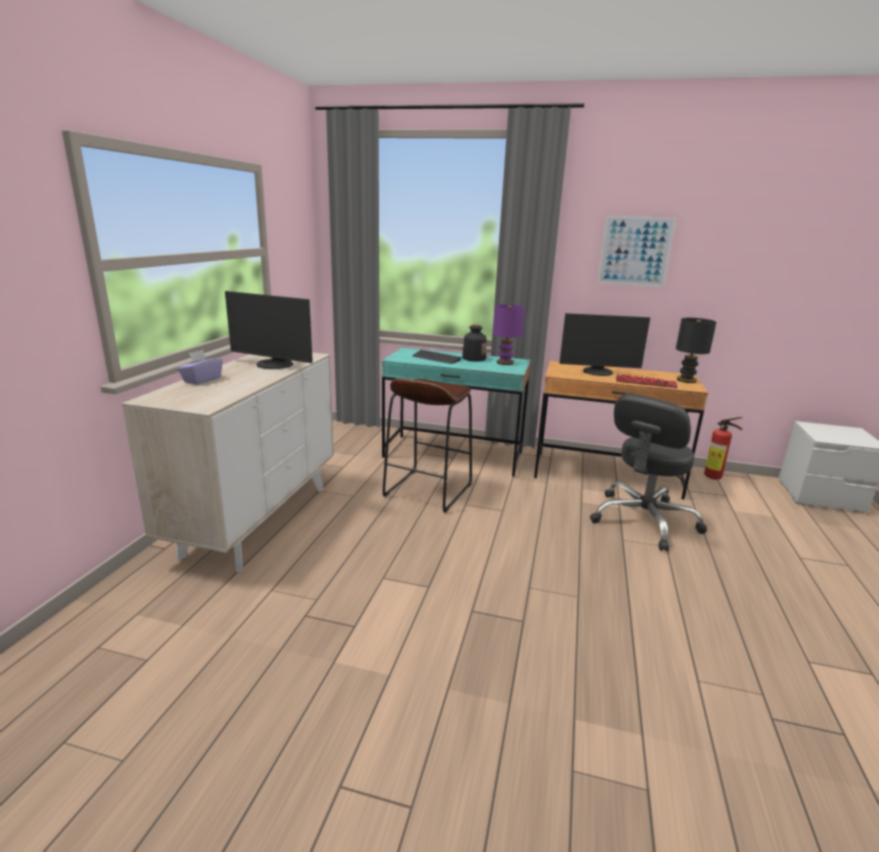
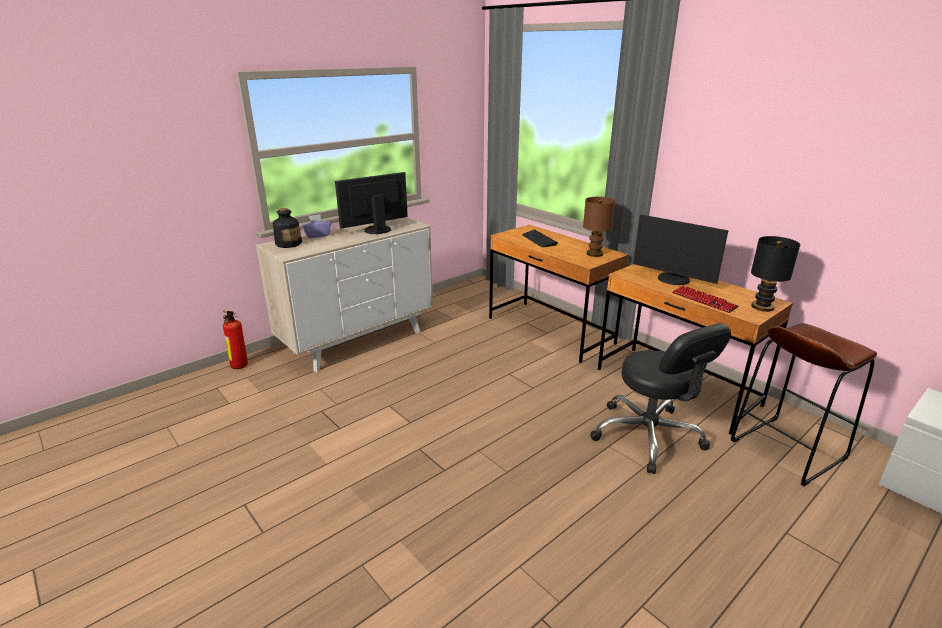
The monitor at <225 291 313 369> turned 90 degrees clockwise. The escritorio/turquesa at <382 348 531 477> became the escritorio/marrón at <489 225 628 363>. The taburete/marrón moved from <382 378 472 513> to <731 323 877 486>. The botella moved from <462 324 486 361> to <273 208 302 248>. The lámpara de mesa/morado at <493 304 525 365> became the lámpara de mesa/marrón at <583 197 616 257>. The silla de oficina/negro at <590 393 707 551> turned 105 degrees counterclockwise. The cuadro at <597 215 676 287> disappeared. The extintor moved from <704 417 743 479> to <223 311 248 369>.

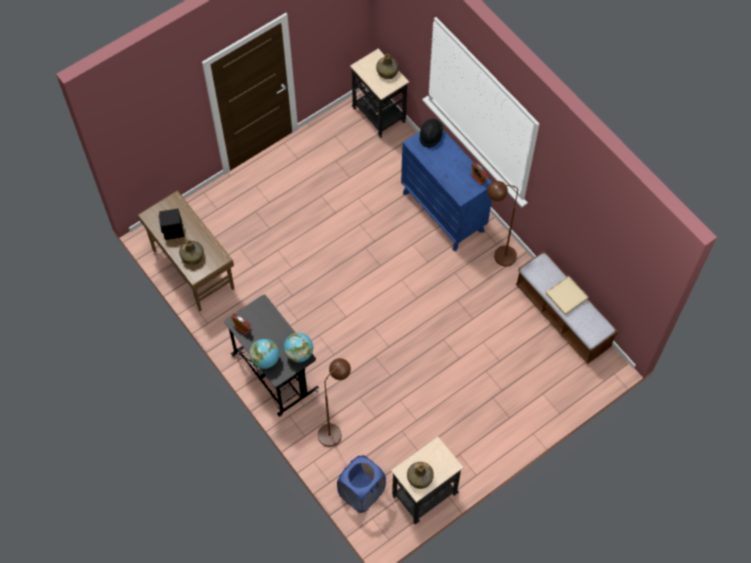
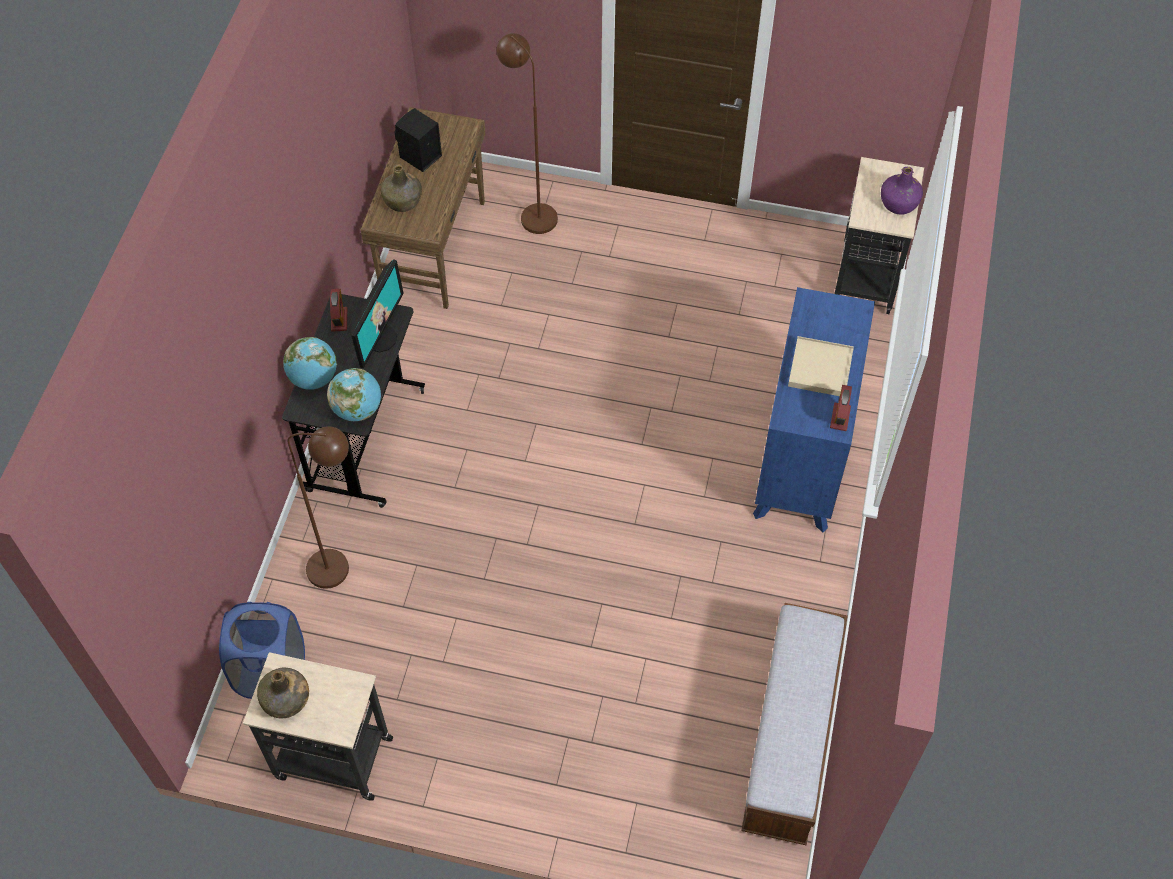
The botella/verde at <376 54 399 79> became the botella/morado at <881 167 923 215>. The sombrero/negro at <419 118 444 148> disappeared. The lámpara de pie/marrón moved from <487 181 518 266> to <497 33 558 234>. The bandeja/beis moved from <545 276 588 315> to <788 336 854 396>. The monitor at <350 259 404 369> appeared.

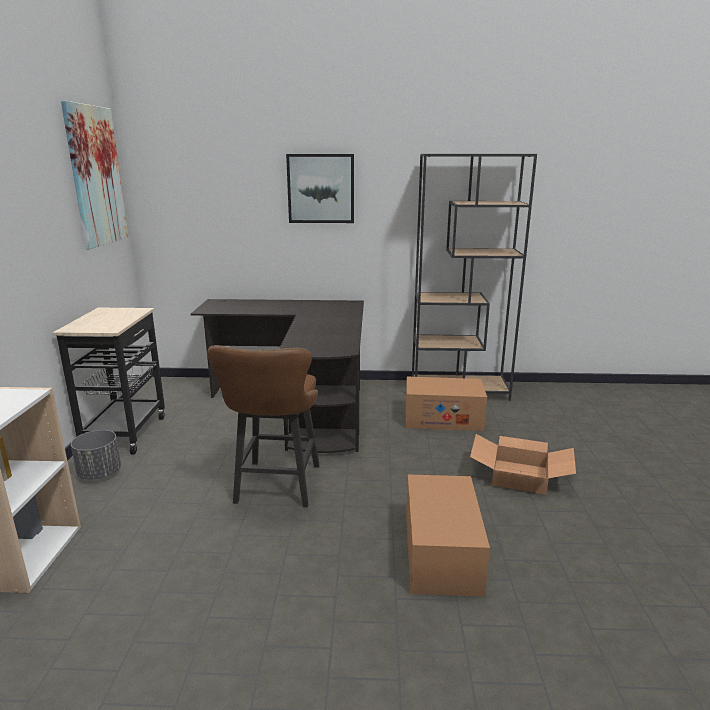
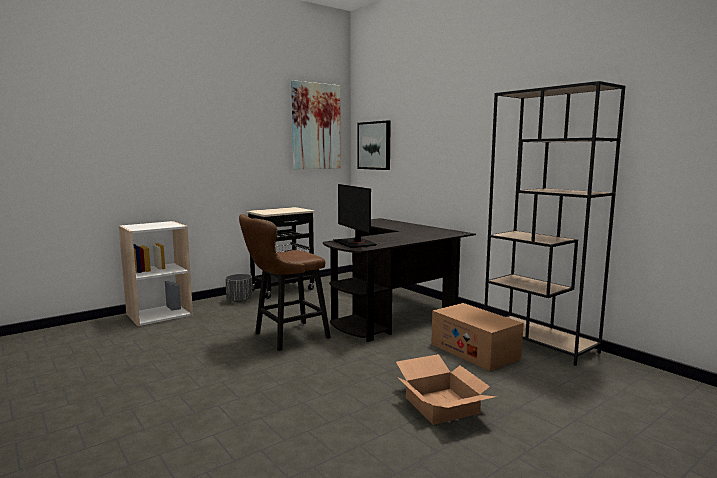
The cuadro moved from <286 154 354 223> to <358 120 391 170>. The caja de cartón at <406 475 490 597> disappeared. The monitor at <333 184 377 248> appeared.

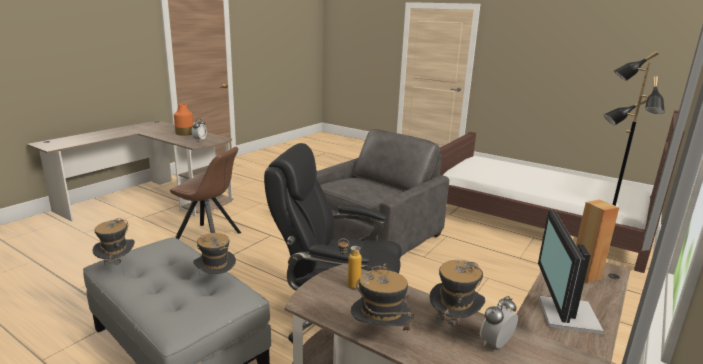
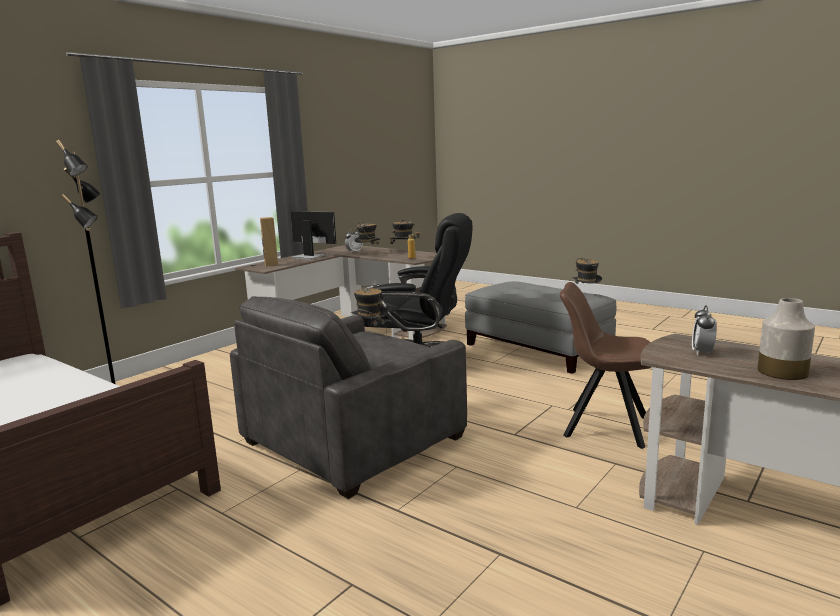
The florero/naranja at <174 104 193 136> became the florero/beis at <757 298 815 380>. The sombrero moved from <193 233 236 274> to <351 284 388 335>. The monitor at <538 210 604 334> turned 75 degrees counterclockwise.

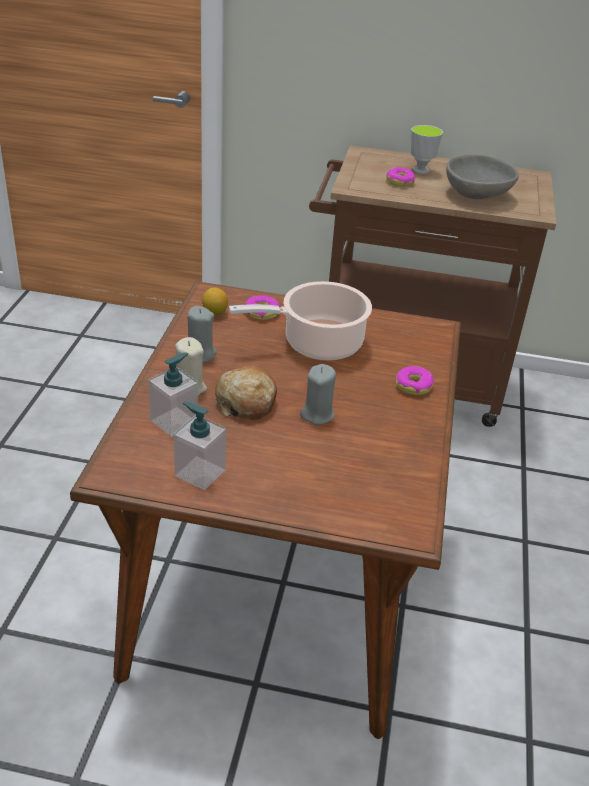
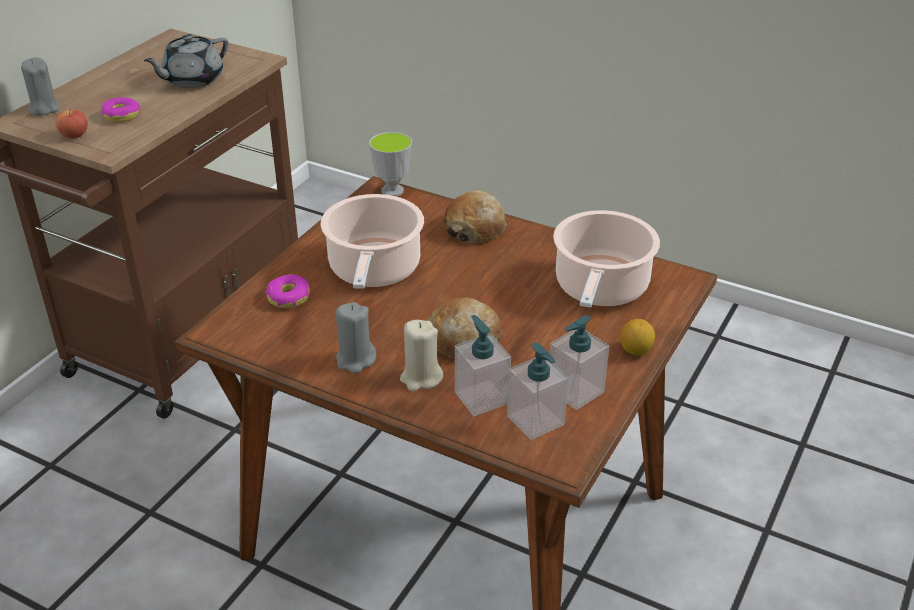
The limón moved from <202 287 228 315> to <620 319 655 356>. The vela/gris moved from <300 364 336 425> to <21 58 59 116>. The rosquilla at <396 366 434 395> was replaced by the pan at <443 189 507 243>. The taza moved from <411 125 443 174> to <369 132 412 196>. The cuenco/gris at <446 154 519 199> was replaced by the tetera/gris at <143 34 229 88>. The manzana at <55 108 88 139> appeared. The dispensador de jabón at <507 343 569 440> appeared. The olla at <553 210 660 308> appeared.

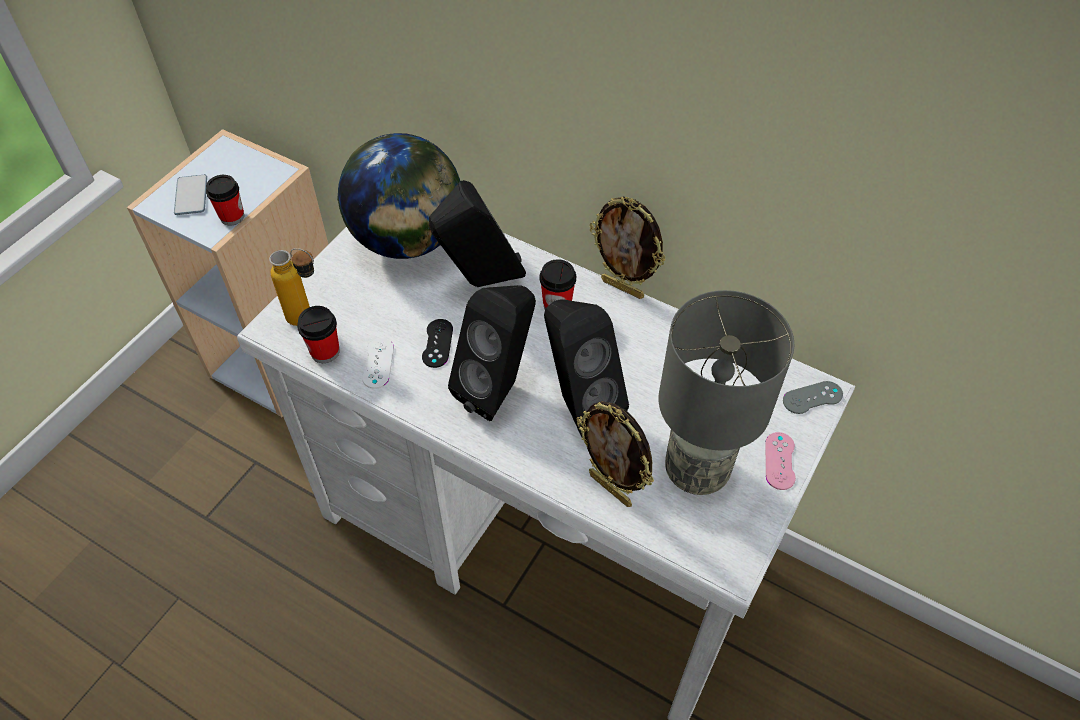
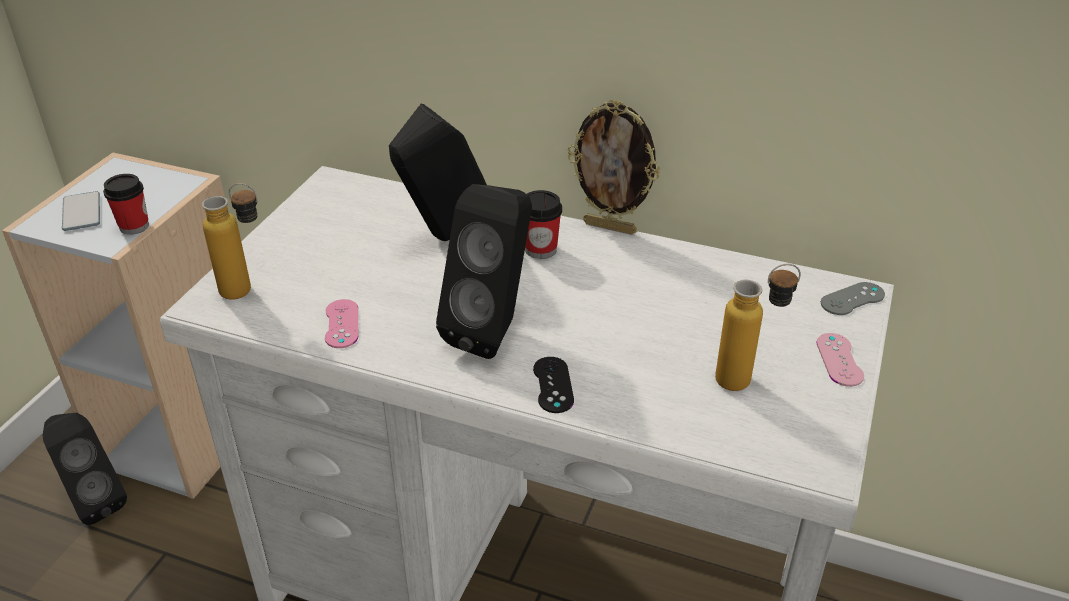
The taza at <297 306 340 363> disappeared. The globo terráqueo at <337 133 460 259> disappeared. The mando de consola/blanco at <362 338 394 389> became the mando de consola/rosa at <325 299 358 348>. The mando de consola/negro moved from <422 319 453 368> to <533 357 574 413>. The altavoz/negro moved from <544 299 629 437> to <42 413 127 525>. The portarretratos at <577 401 654 507> disappeared. The lámpara de mesa/gris at <658 290 795 495> was replaced by the botella at <715 264 801 391>.

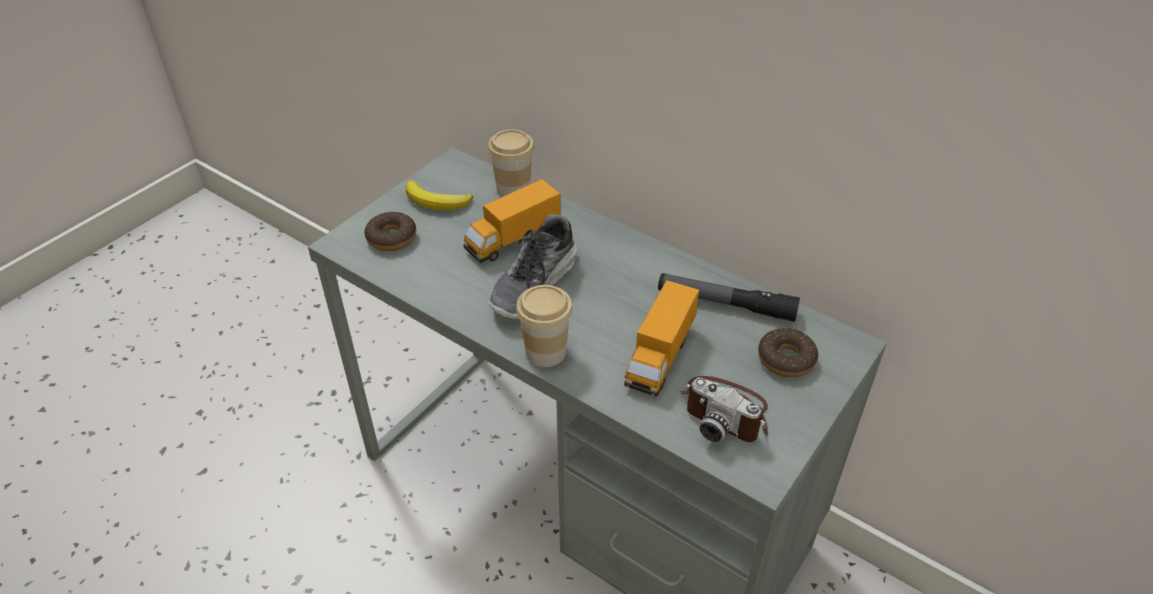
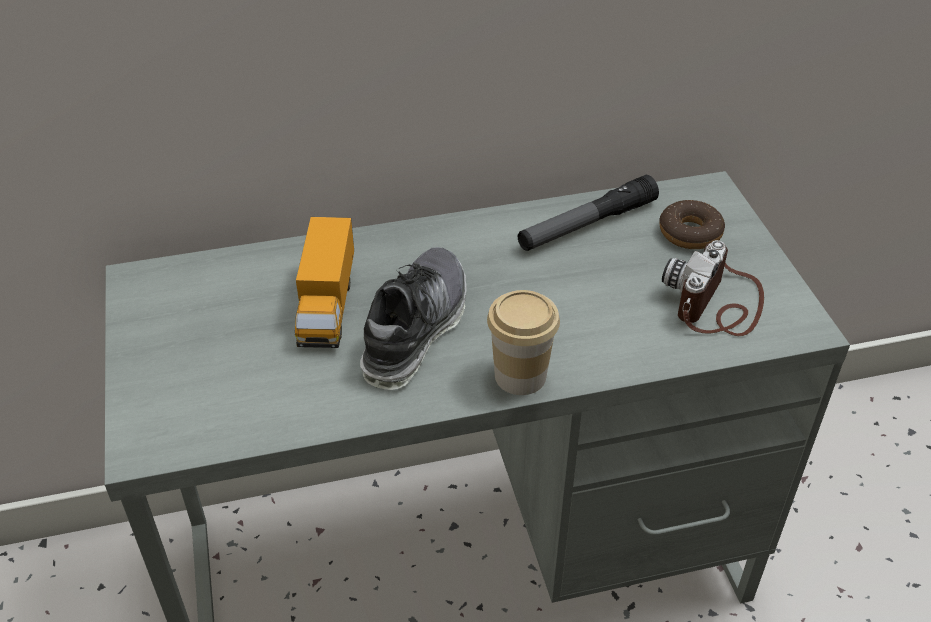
The rosquilla at <365 212 416 251> disappeared. The plátano at <405 180 473 210> disappeared. The taza at <488 129 534 197> disappeared. The zapato at <489 214 577 319> turned 135 degrees counterclockwise. The camión de juguete at <624 280 699 397> disappeared. The cámara at <681 376 768 442> turned 135 degrees clockwise.

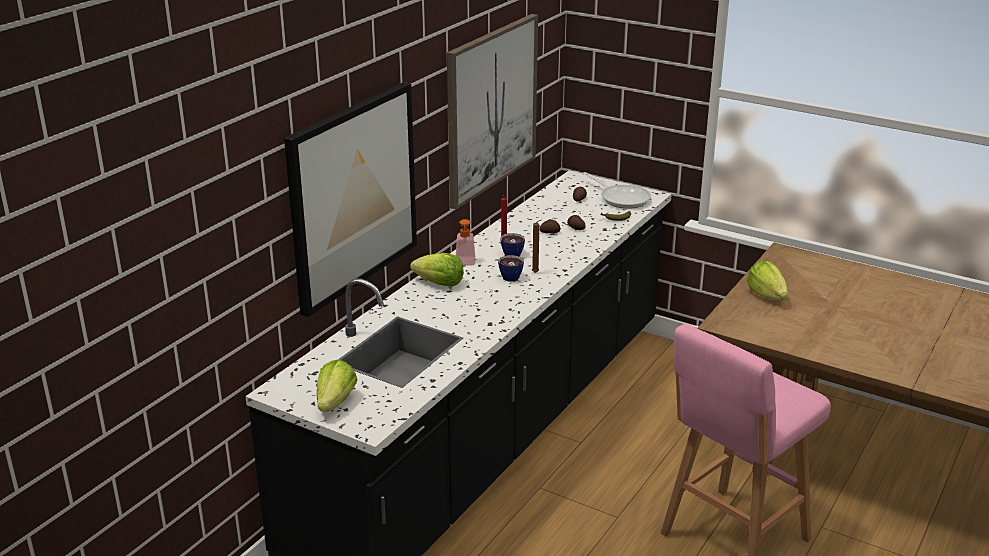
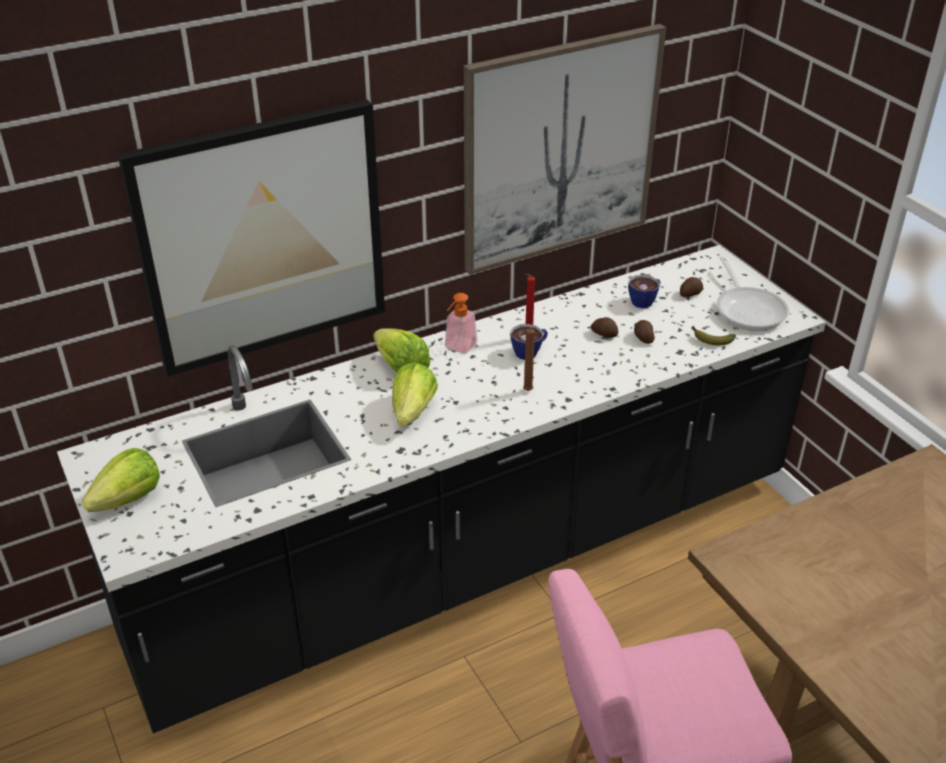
The taza moved from <498 255 524 282> to <628 275 661 308>. The lechuga moved from <747 261 788 300> to <392 362 438 426>.

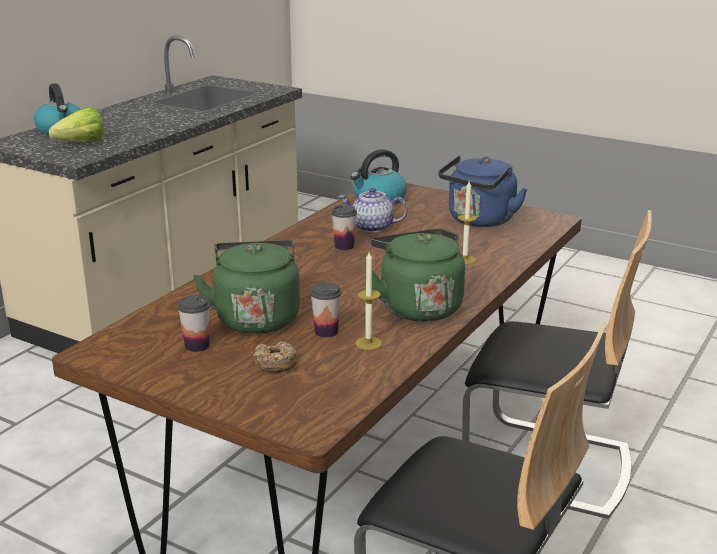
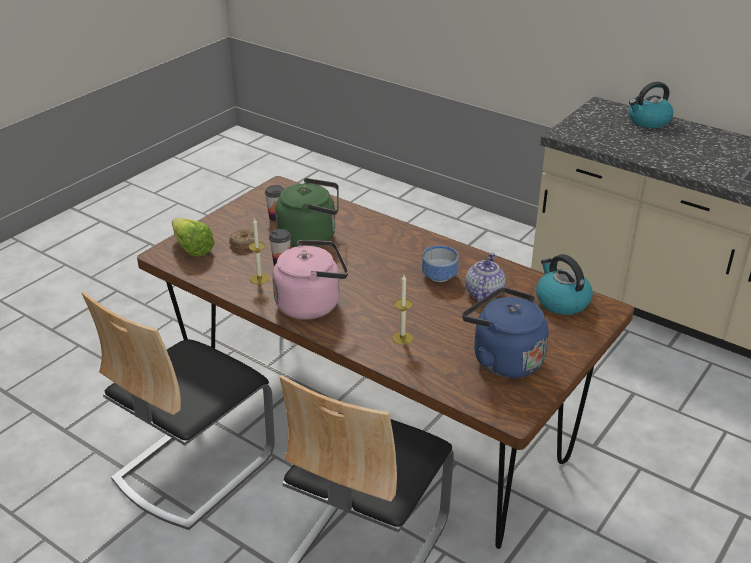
The lechuga moved from <49 107 104 141> to <172 218 215 257>. The taza at <331 205 357 250> was replaced by the cuenco at <422 246 458 282>. The hervidor/verde at <371 228 465 322> became the hervidor/rosa at <273 240 348 320>.

